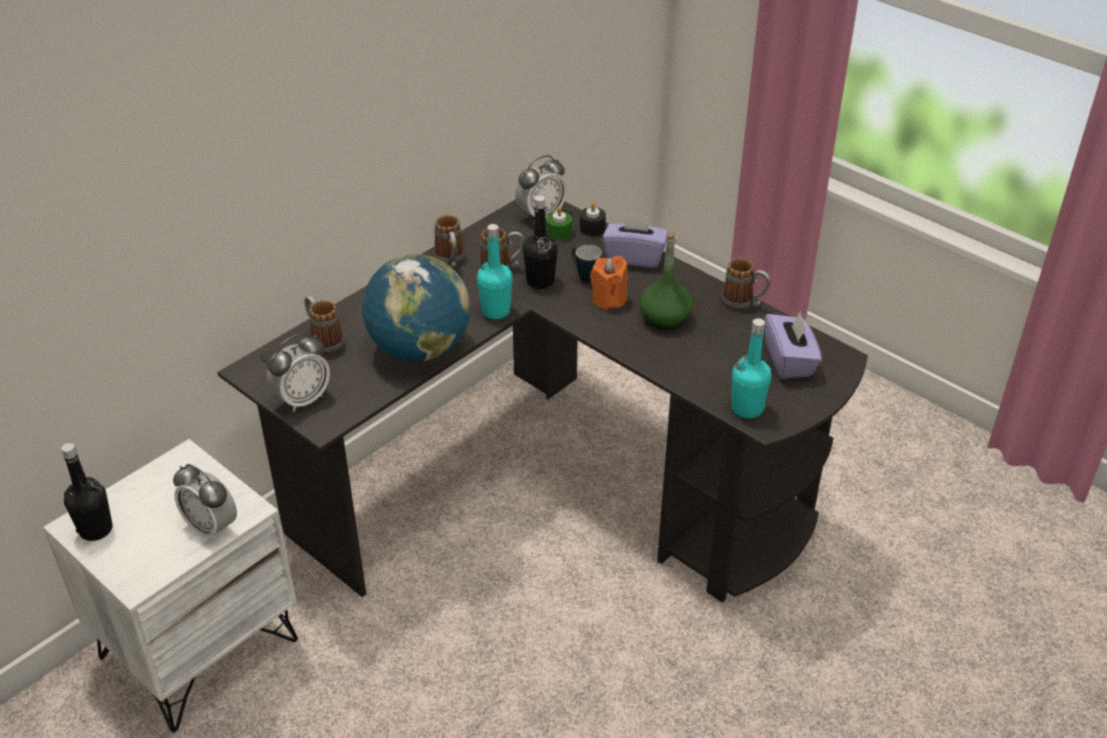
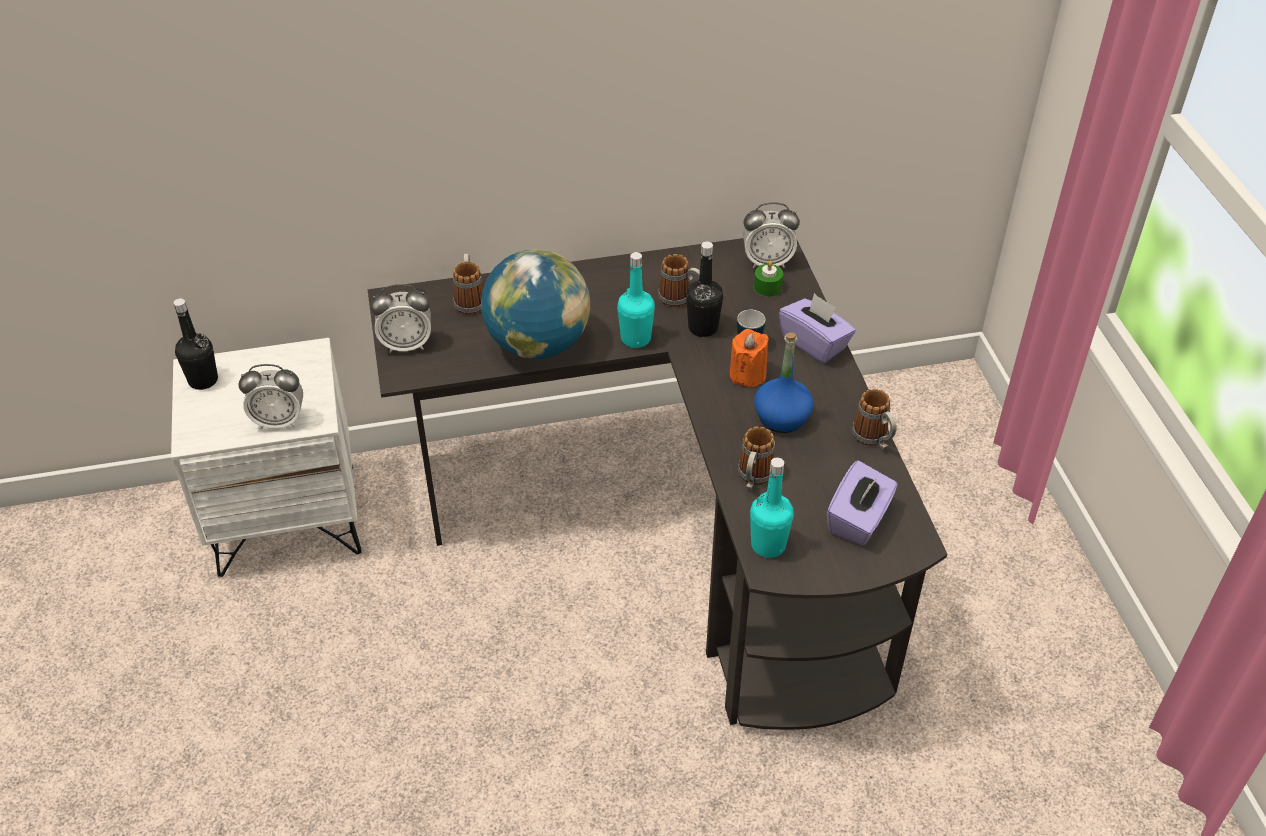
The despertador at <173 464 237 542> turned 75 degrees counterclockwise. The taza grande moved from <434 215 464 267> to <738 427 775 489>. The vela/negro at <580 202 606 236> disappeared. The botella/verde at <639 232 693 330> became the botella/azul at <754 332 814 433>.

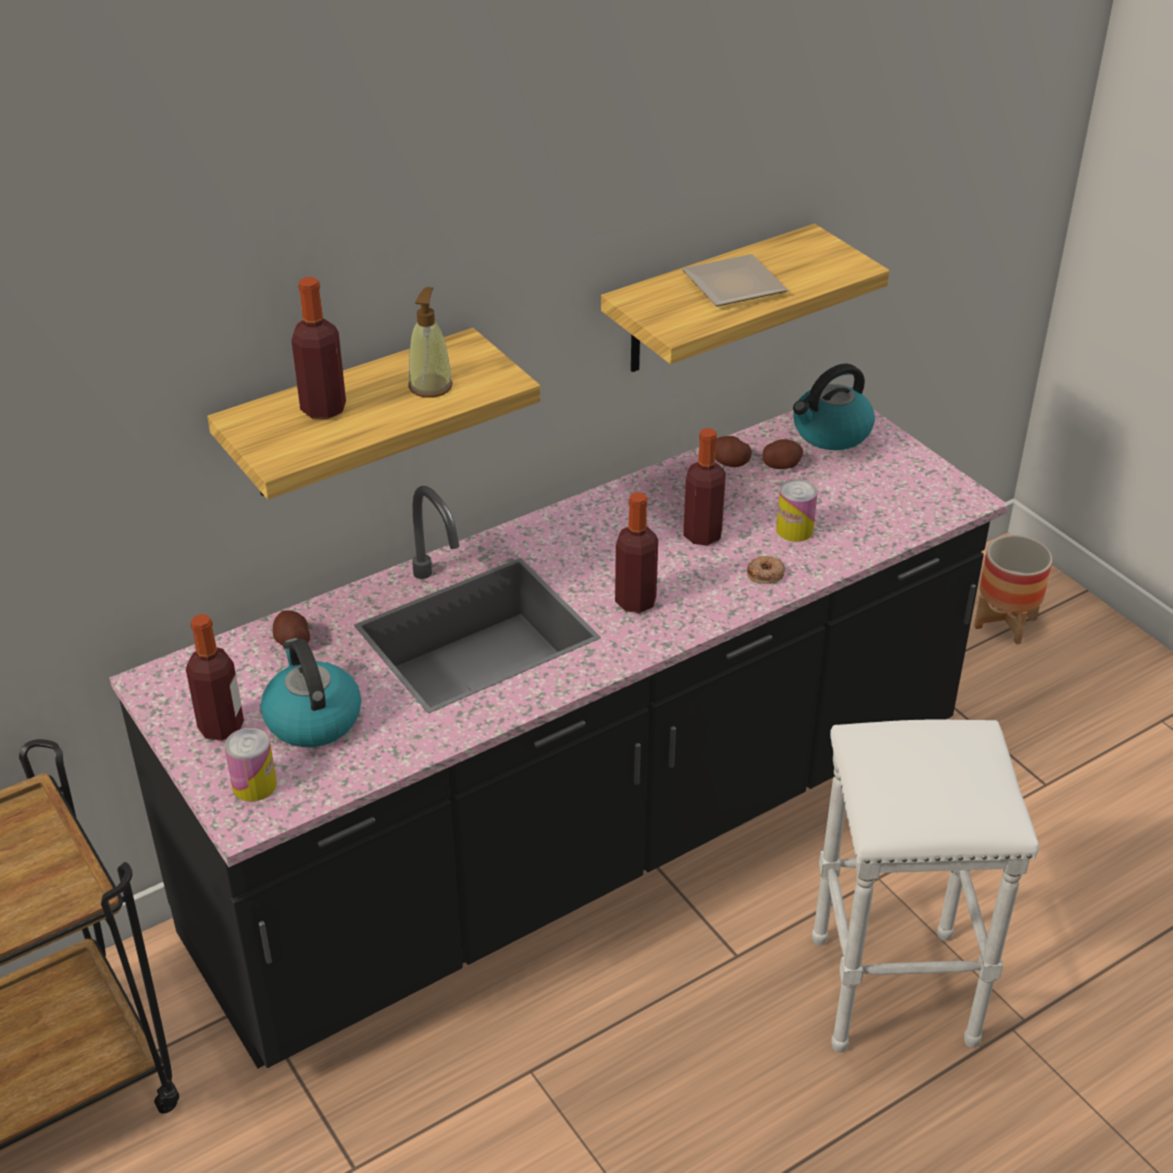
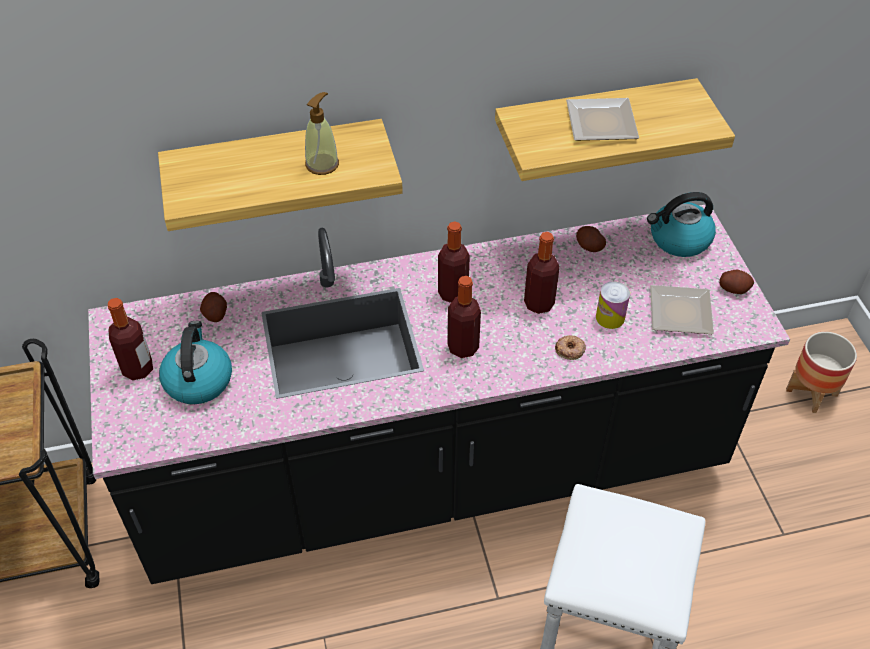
The lata at <224 728 277 802> disappeared. The botella moved from <291 277 346 419> to <438 221 470 303>. The patata moved from <763 439 803 469> to <719 269 754 294>. The plato at <650 285 714 334> appeared.

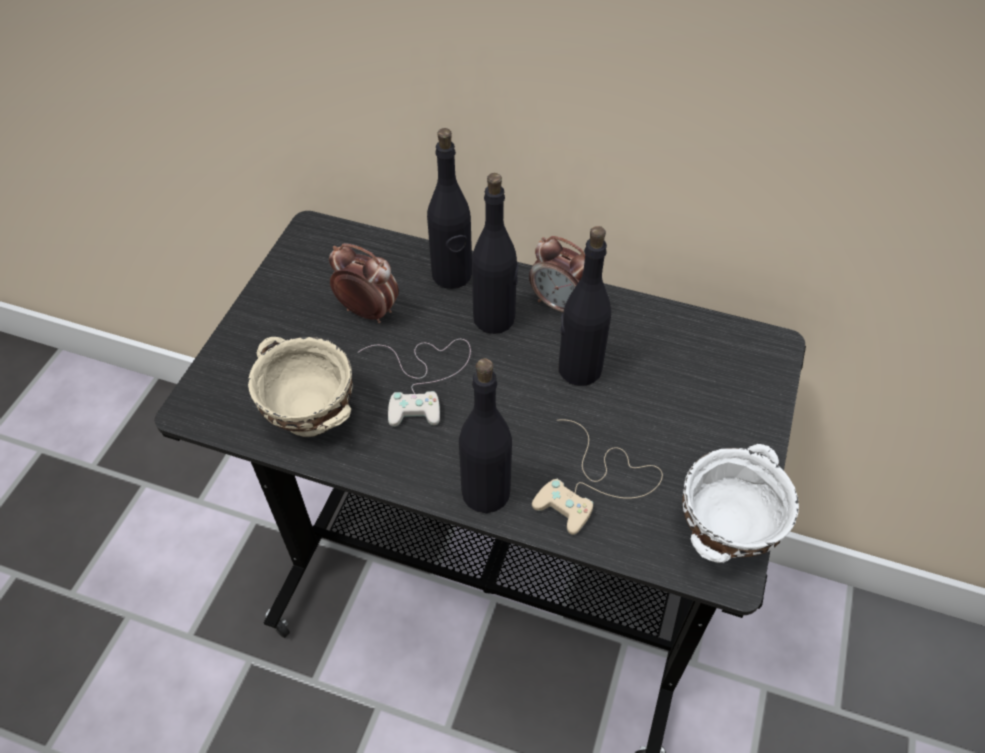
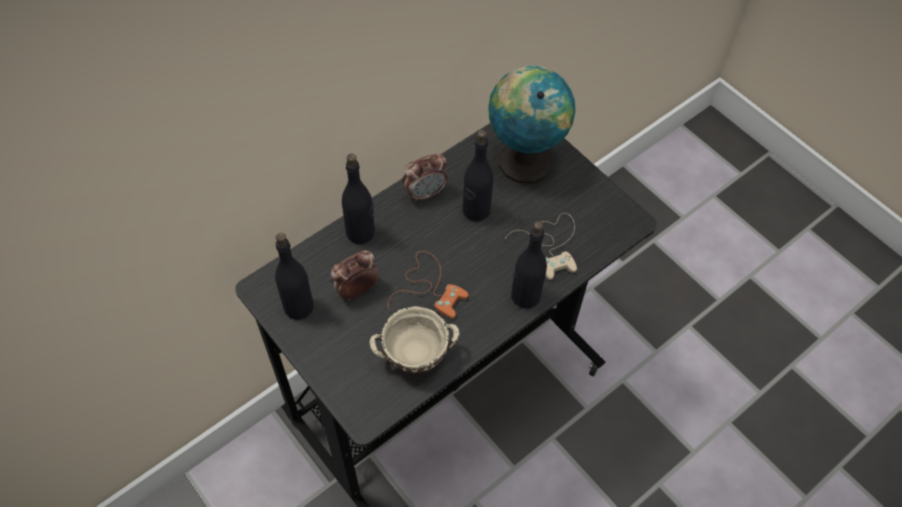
The mando de consola/blanco at <357 339 471 427> became the mando de consola/naranja at <388 251 469 319>. The botella/negro moved from <472 173 519 334> to <275 233 314 320>. The cuenco/blanco at <682 444 799 563> disappeared. The globo terráqueo at <488 66 576 184> appeared.

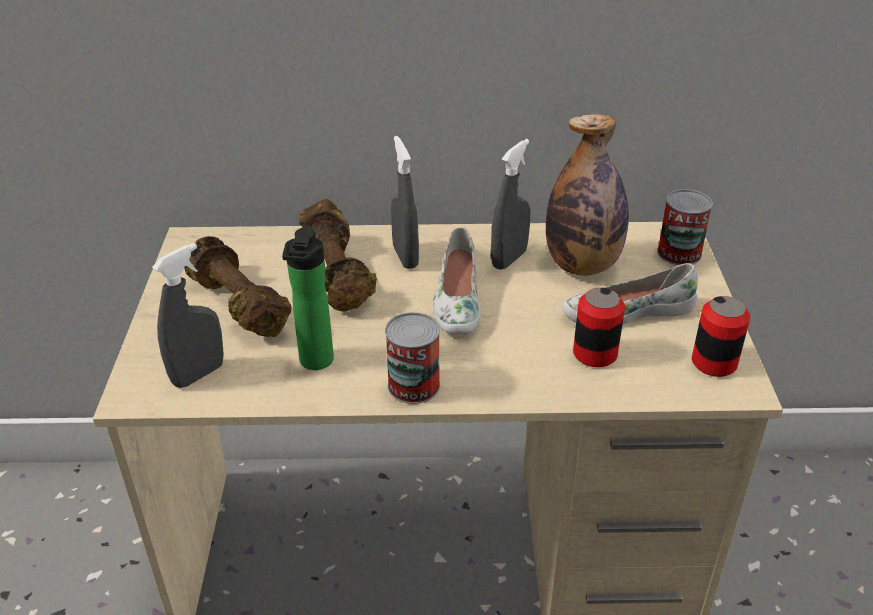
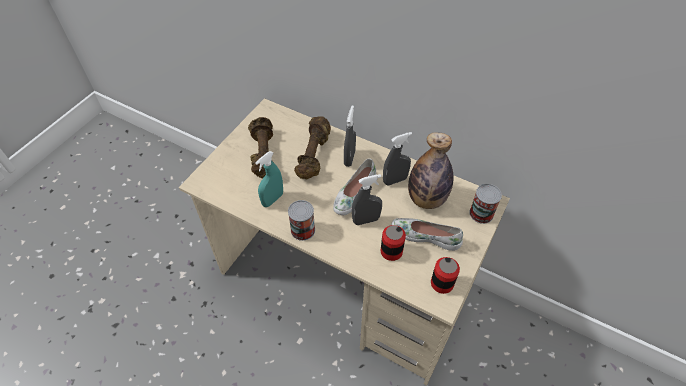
The pulverizador/gris moved from <152 243 223 388> to <352 174 382 225>. The botella at <282 226 334 370> was replaced by the pulverizador/turquesa at <255 151 283 207>.

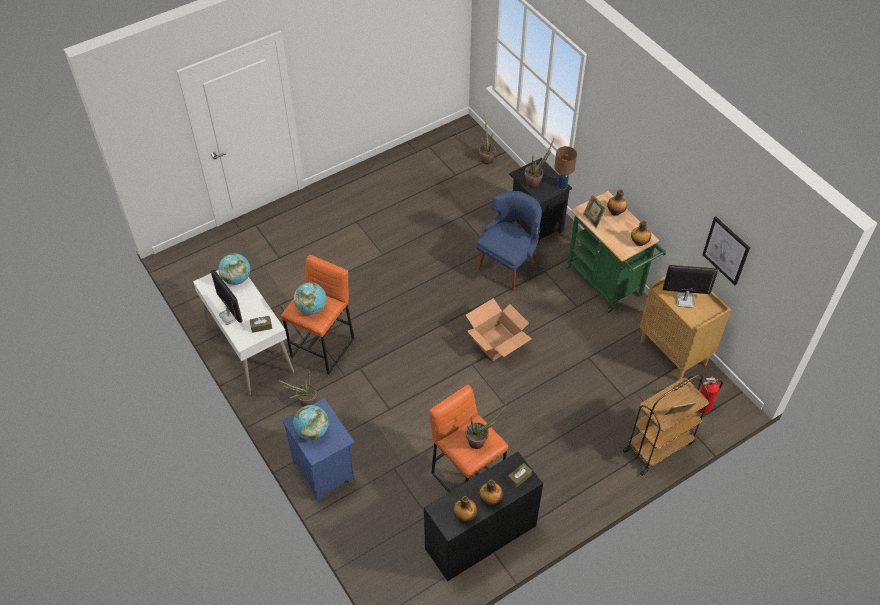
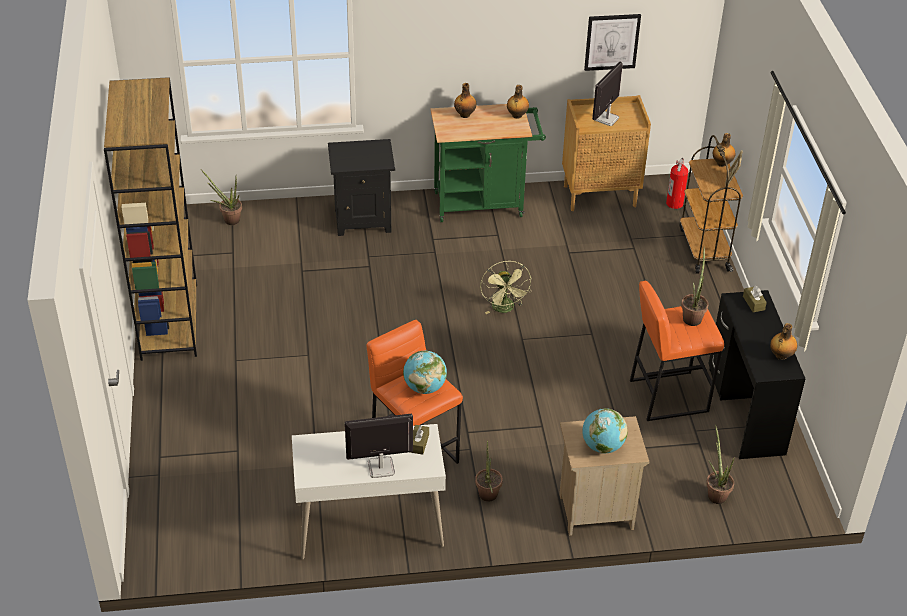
The globo terráqueo at <218 253 251 285> disappeared. The mesita de noche/azul at <282 398 355 501> became the mesita de noche/beis at <559 416 649 536>. The caja de cartón at <466 298 532 361> was replaced by the ventilador/verde at <480 261 532 314>. The silla/azul at <475 191 542 291> disappeared. The botella moved from <479 480 503 505> to <713 133 736 167>. The planta en maceta moved from <525 139 554 188> to <706 425 735 504>. The lámpara de mesa/marrón at <555 146 577 190> disappeared. The portarretratos at <583 194 606 228> disappeared. The estantería/marrón at <104 77 197 361> appeared.

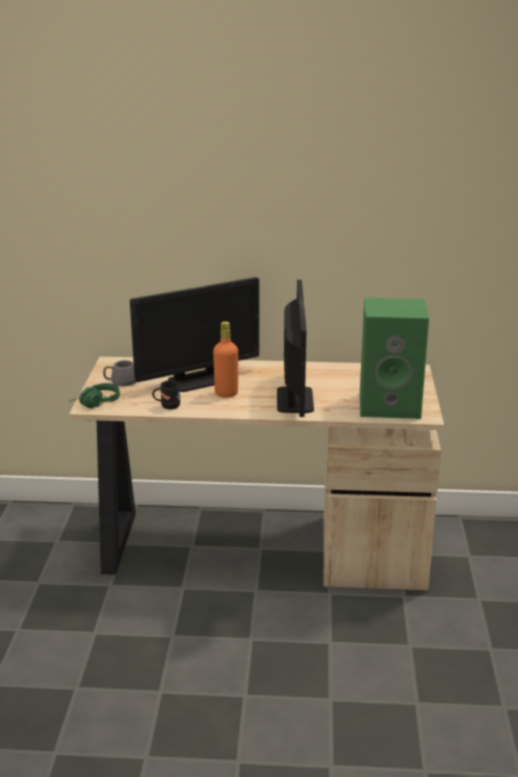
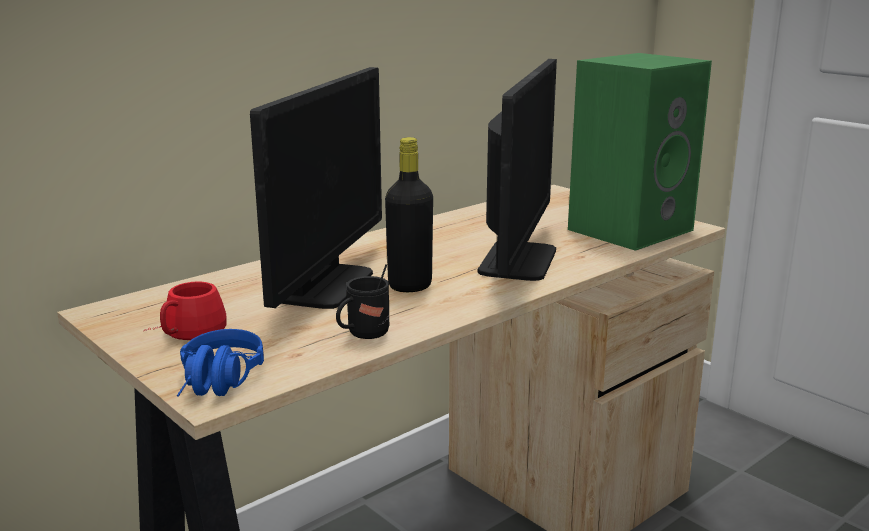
The auriculares/verde at <69 383 120 408> became the auriculares/azul at <177 329 264 397>. The taza grande/gris at <103 360 136 386> became the taza grande/rojo at <146 282 227 340>. The botella/naranja at <213 322 238 397> became the botella/negro at <385 137 433 292>. The monitor at <277 280 314 417> turned 60 degrees clockwise.

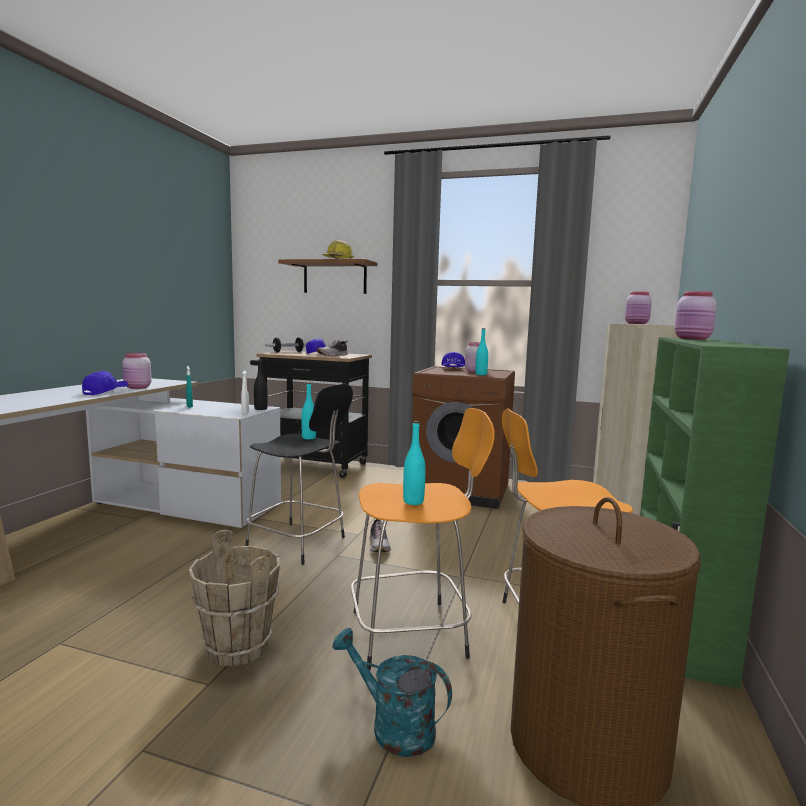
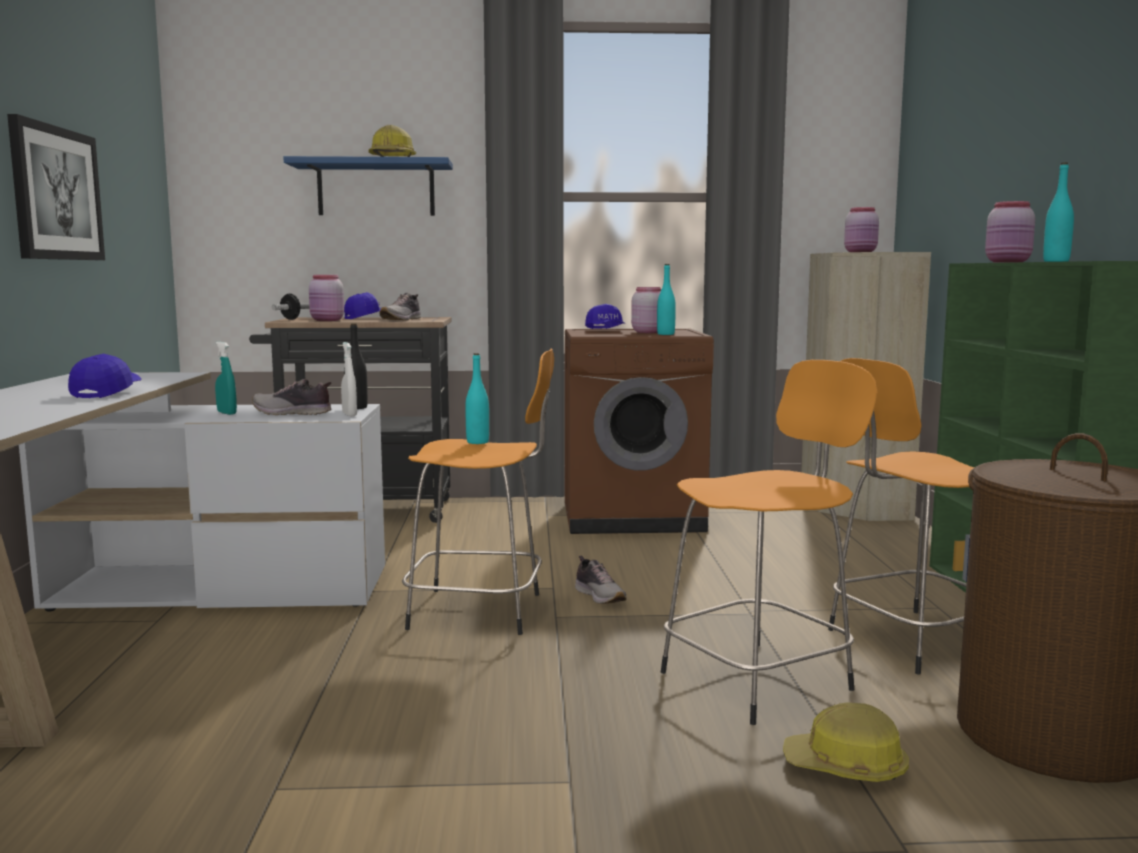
The tarro/rosa moved from <122 353 152 389> to <309 275 344 321>. The cubo/marrón at <189 529 280 667> disappeared. The taburete/negro at <245 384 353 565> became the taburete/naranja at <402 349 554 635>. The estante/marrón at <278 259 377 294> became the estante/azul at <283 156 453 216>. The regadera/turquesa at <332 628 452 757> was replaced by the casco at <783 703 909 782>. The botella/turquesa moved from <403 421 426 505> to <1043 163 1074 262>. The cuadro at <7 114 105 260> appeared. The zapato at <252 379 331 415> appeared.

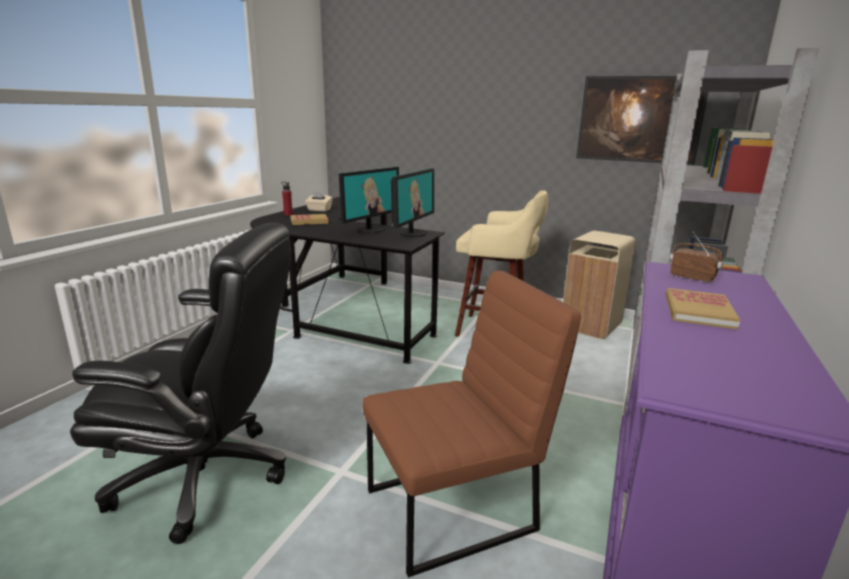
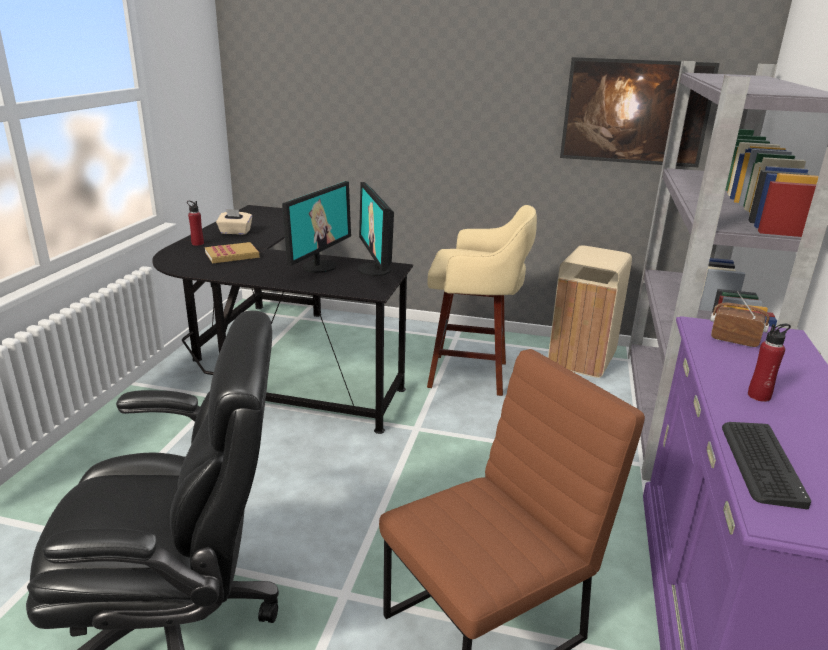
The monitor at <391 168 434 237> turned 150 degrees clockwise. The libro at <666 288 740 329> was replaced by the botella/rojo at <748 324 791 402>. The teclado at <722 422 811 509> appeared.

